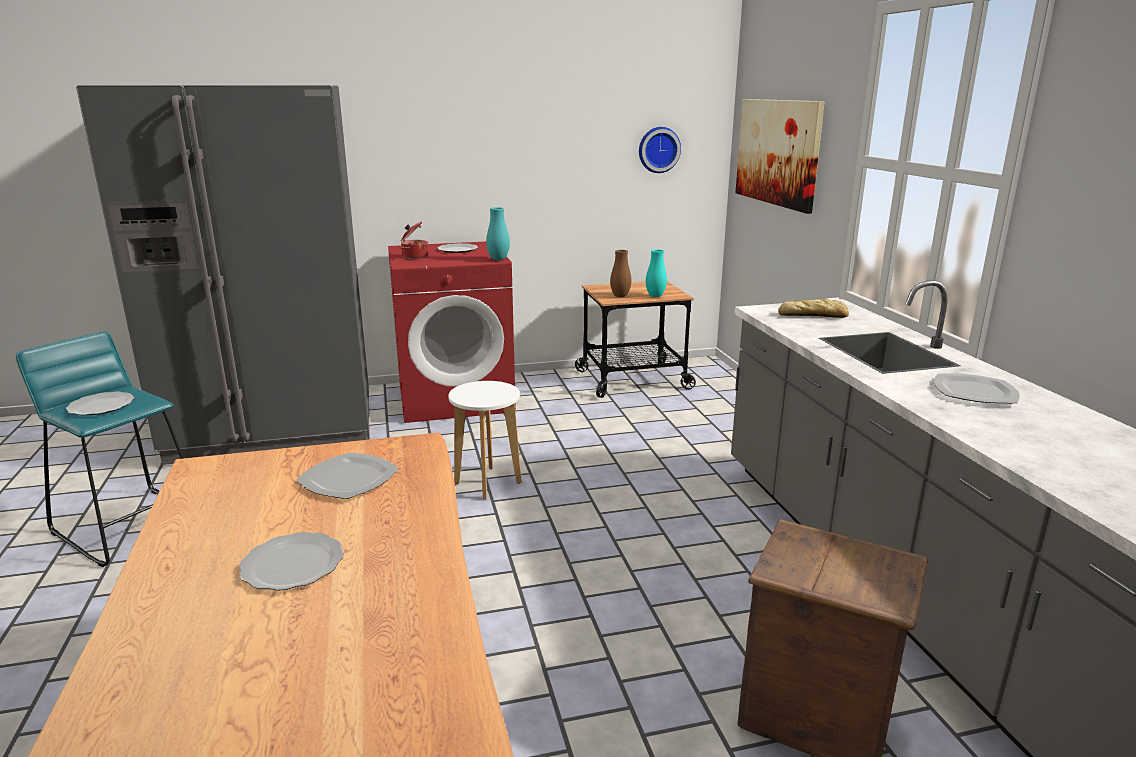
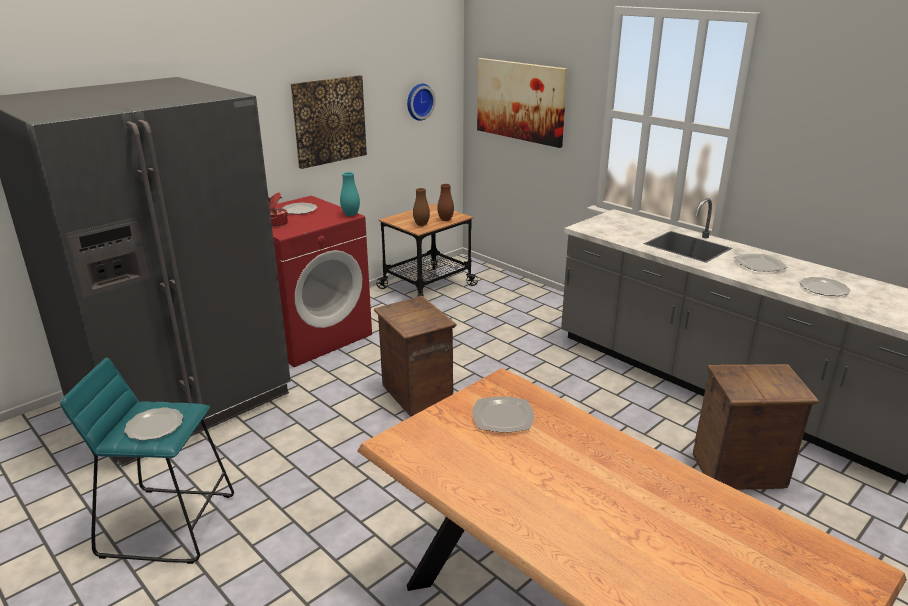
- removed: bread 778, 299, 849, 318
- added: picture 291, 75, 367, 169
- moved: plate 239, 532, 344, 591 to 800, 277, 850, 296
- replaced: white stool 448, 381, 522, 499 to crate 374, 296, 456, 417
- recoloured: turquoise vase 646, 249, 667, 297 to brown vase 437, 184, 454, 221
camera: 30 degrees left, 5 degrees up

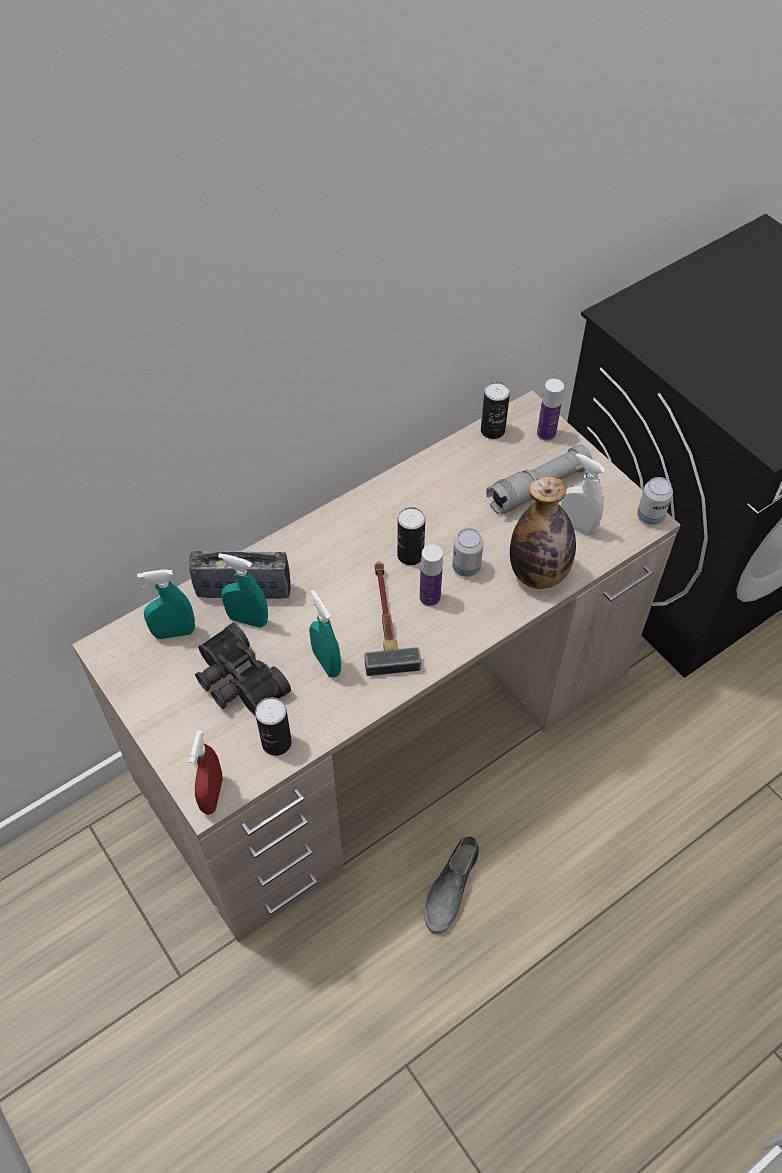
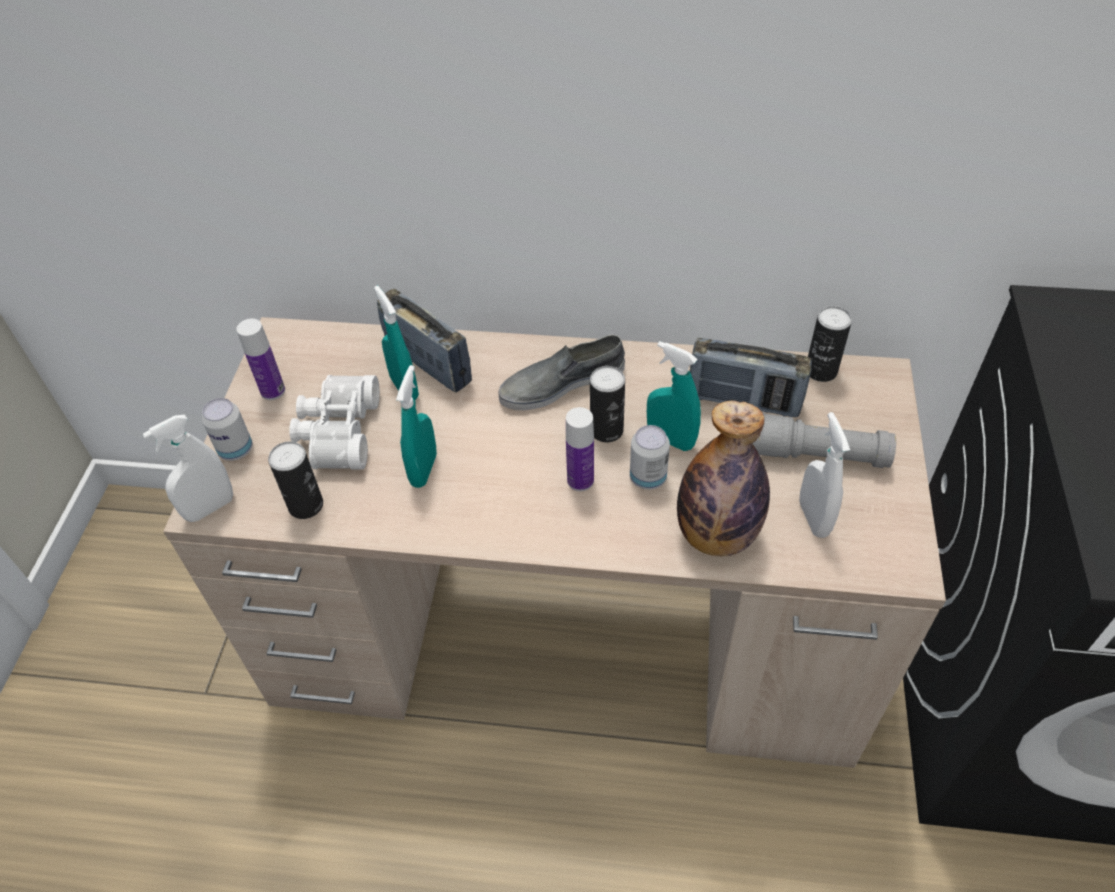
- removed: hammer 364, 561, 421, 676
- added: radio 689, 338, 812, 417
- moved: turquoise spray bottle 137, 569, 195, 639 to 647, 341, 701, 451
- moved: grey shoe 424, 836, 479, 935 to 498, 334, 625, 410
- moved: bottle 537, 379, 564, 441 to 236, 319, 285, 400
- moved: can 637, 477, 673, 525 to 202, 398, 253, 461
- recoloured: red spray bottle 189, 730, 223, 815 to white spray bottle 143, 415, 233, 522
- recoloured: black binoculars 195, 623, 291, 716 to white binoculars 289, 375, 380, 470
camera: 45 degrees right, 5 degrees down

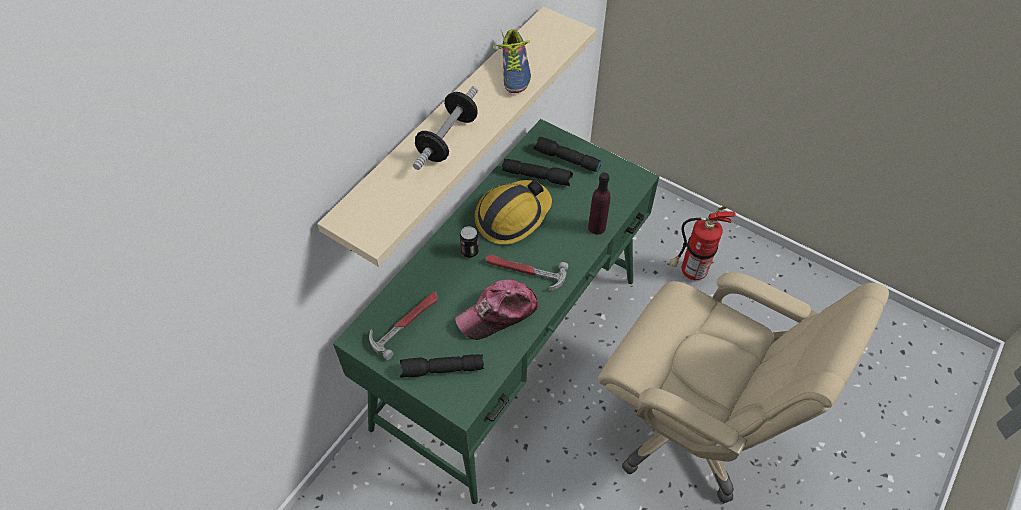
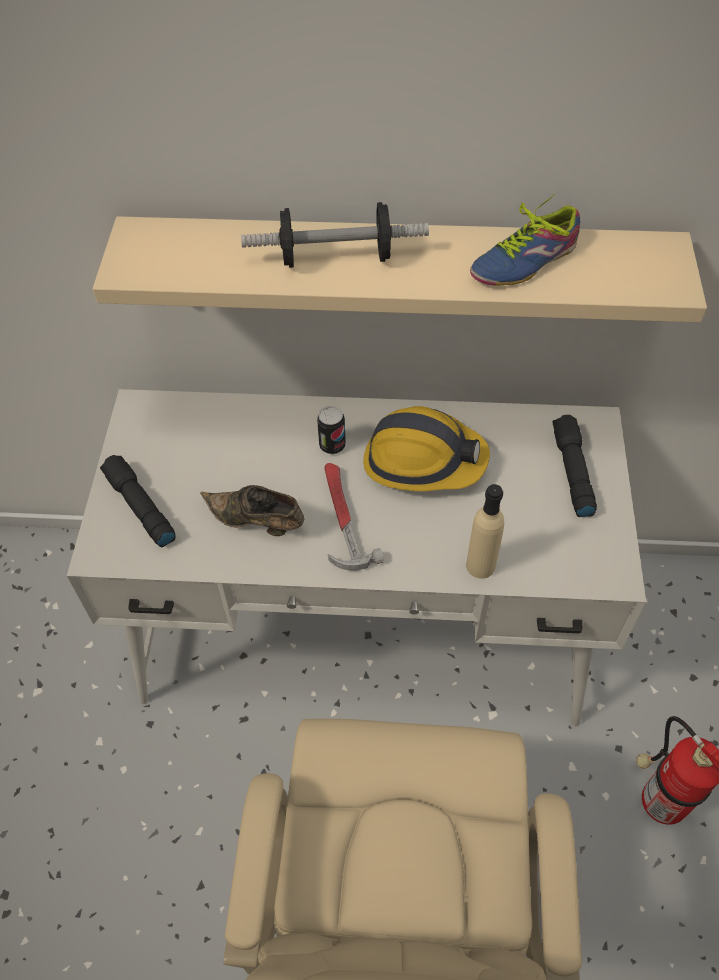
- removed: hammer 369, 292, 438, 360
- removed: black flashlight 502, 159, 573, 186
- replaced: cap 455, 280, 539, 340 to brown shoe 200, 485, 304, 536
- recoloured: green desk 333, 119, 659, 504 to white desk 67, 389, 646, 726
- recoloured: purple bottle 588, 172, 610, 235 to beige bottle 466, 484, 504, 579
camera: 60 degrees right, 0 degrees up

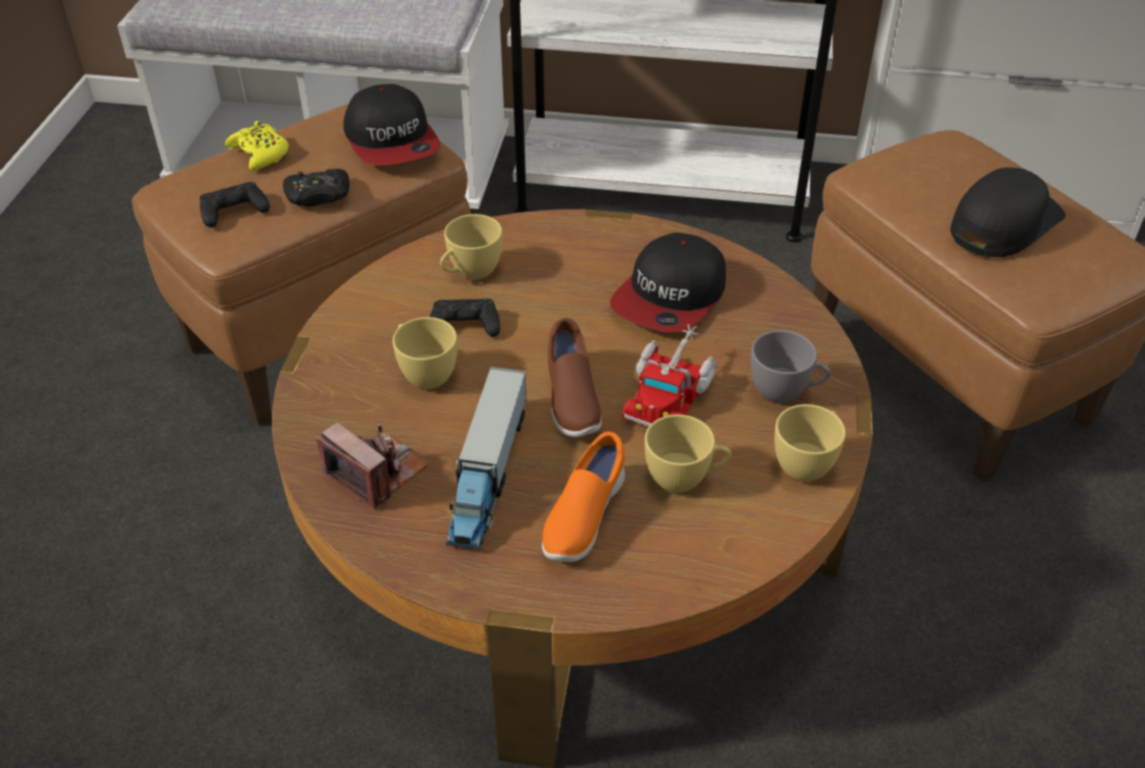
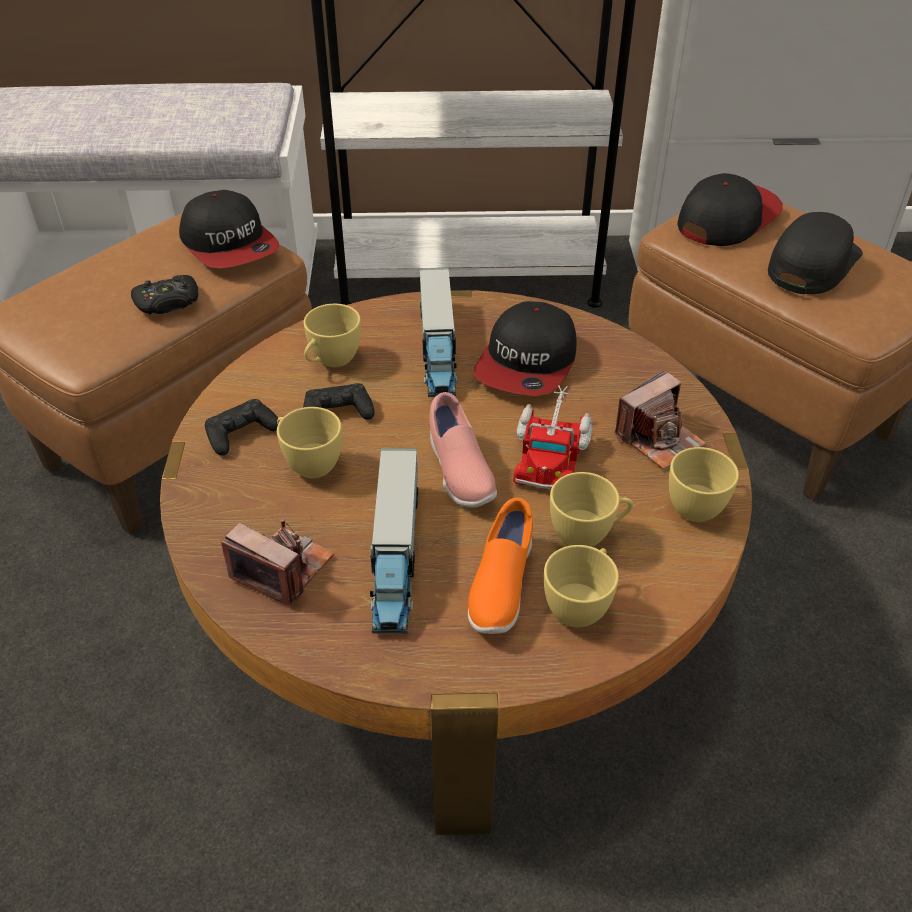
- removed: yellow game controller 225, 121, 289, 171
- added: toy truck 419, 268, 458, 397
- added: yellow cup 544, 545, 619, 628
- added: cap 677, 173, 783, 246
- moved: black game controller 200, 182, 270, 228 to 205, 399, 278, 456
- replaced: grey cup 751, 330, 831, 403 to photo camera 615, 370, 706, 469
- recoloured: brown shoe 548, 318, 602, 437 to pink shoe 429, 392, 497, 507
camera: 10 degrees left, 0 degrees up

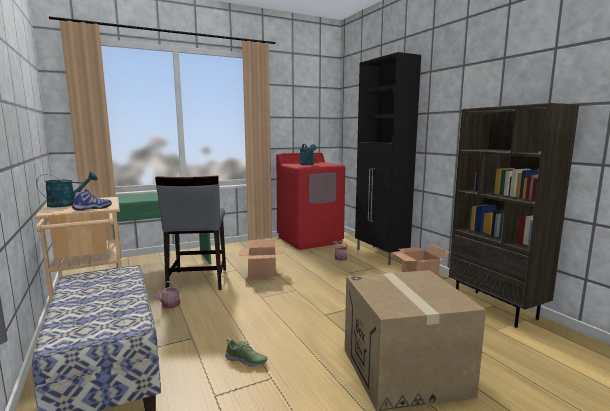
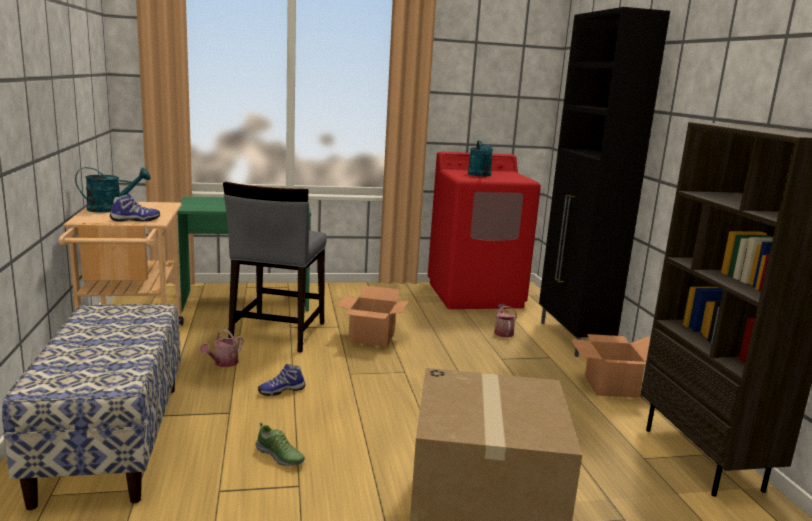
- added: shoe 258, 364, 305, 396
camera: 15 degrees right, 5 degrees up

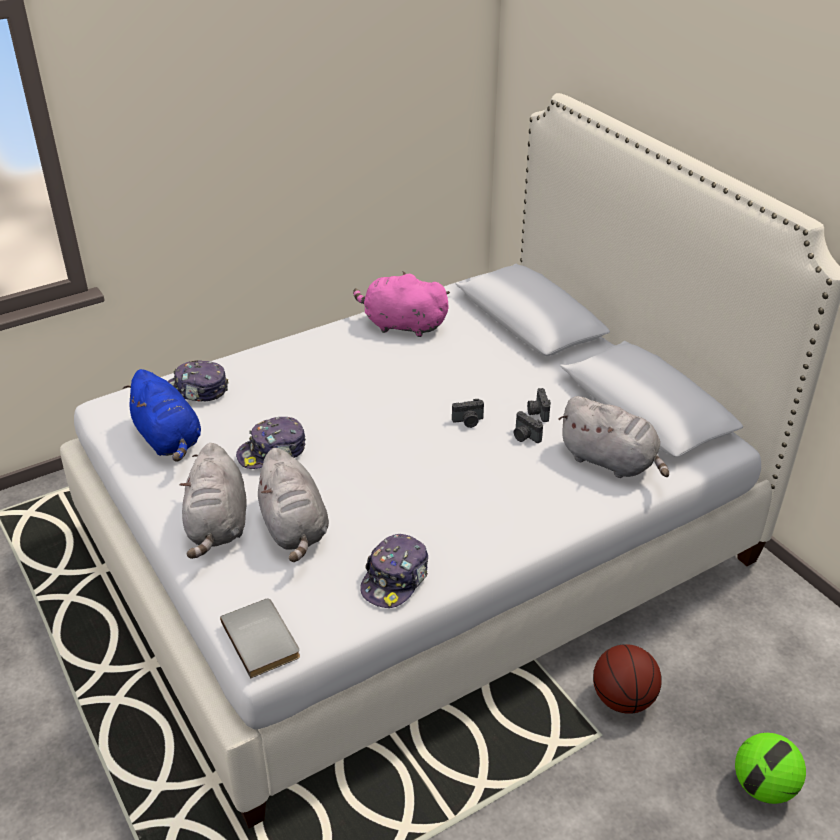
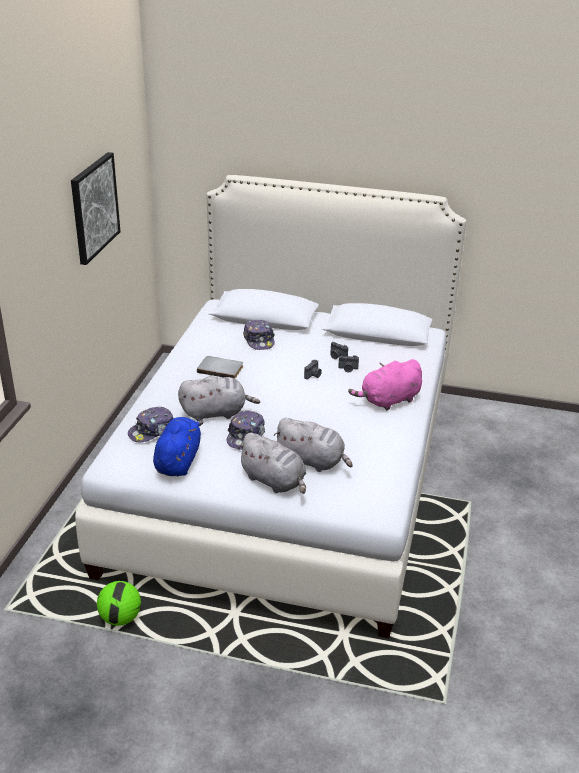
- removed: basketball 593, 644, 662, 714
- added: picture 71, 152, 121, 265
- moved: grey book 220, 598, 300, 678 to 197, 356, 243, 379
- moved: pink plush toy 353, 272, 450, 337 to 348, 359, 422, 410
- moved: cap 360, 534, 428, 608 to 243, 320, 275, 350
- moved: grey plush toy 558, 396, 669, 478 to 178, 376, 260, 421
- moved: football 735, 733, 806, 804 to 97, 581, 141, 626
- turned: blue plush toy 123, 369, 201, 462 = 153, 417, 204, 476 90 degrees counterclockwise
camera: 45 degrees left, 5 degrees down

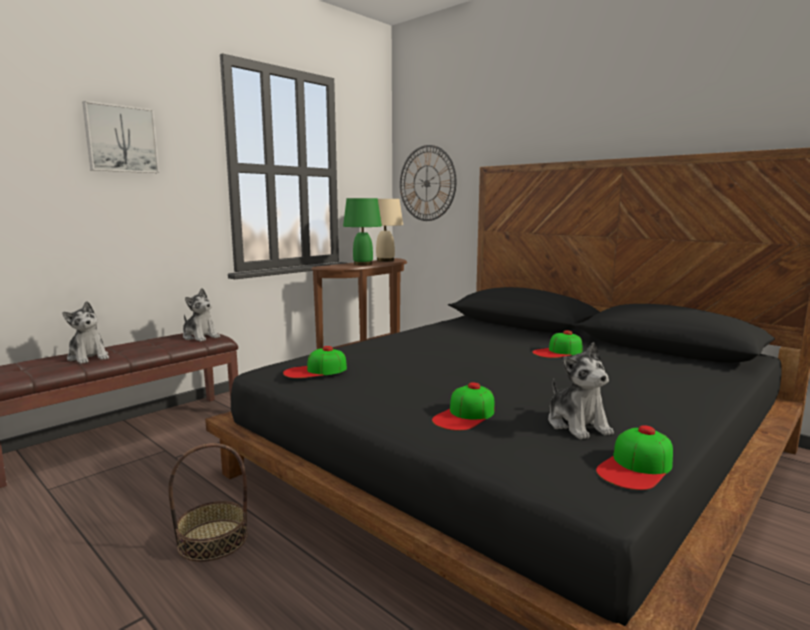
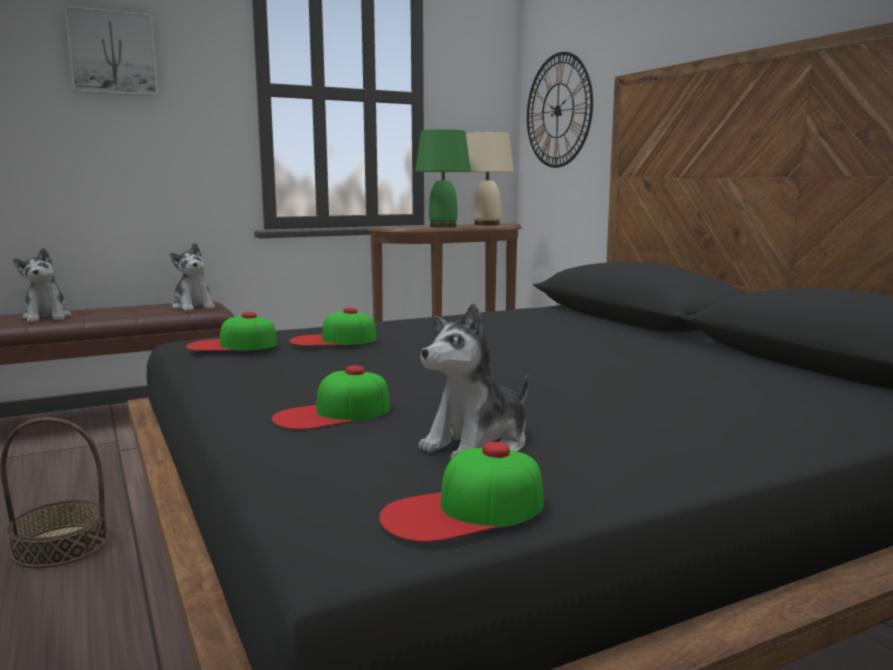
- moved: cap 532, 330, 583, 358 to 289, 307, 376, 346
- turned: plush toy 548, 342, 614, 440 = 418, 303, 529, 459 45 degrees clockwise
camera: 20 degrees right, 0 degrees up

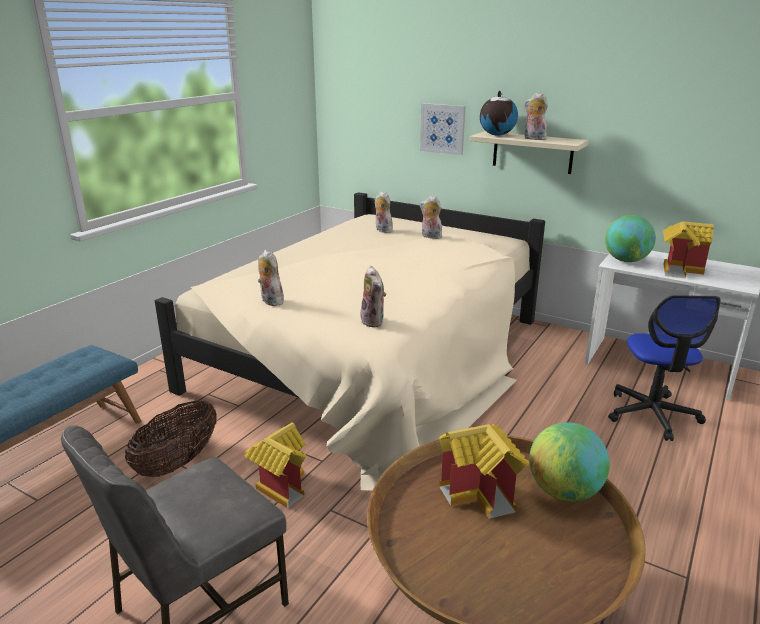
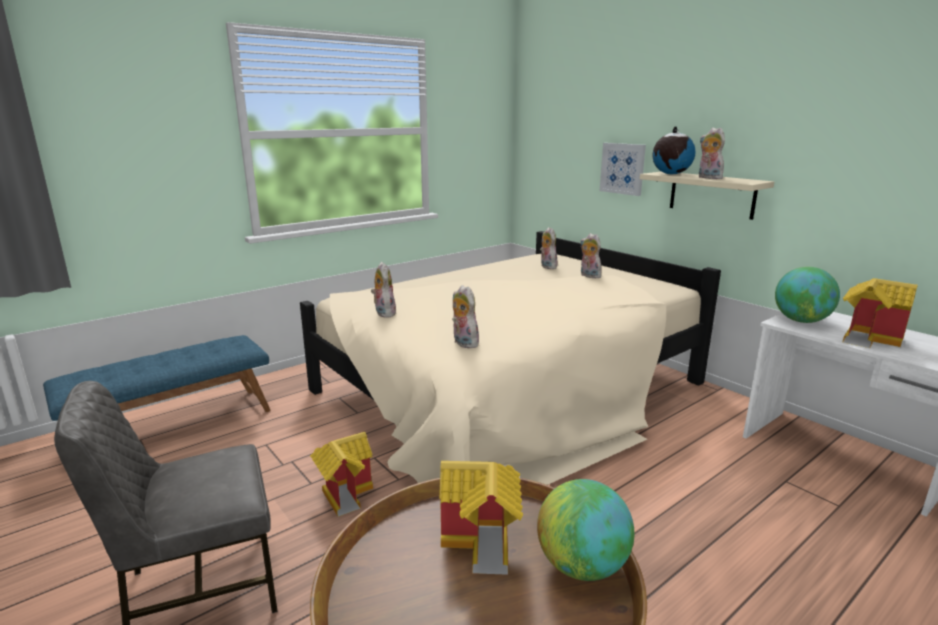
- removed: basket 125, 400, 217, 477
- removed: office chair 608, 295, 721, 441
- turned: plush toy 360, 266, 386, 327 = 452, 285, 479, 348 150 degrees clockwise
camera: 20 degrees right, 5 degrees down

